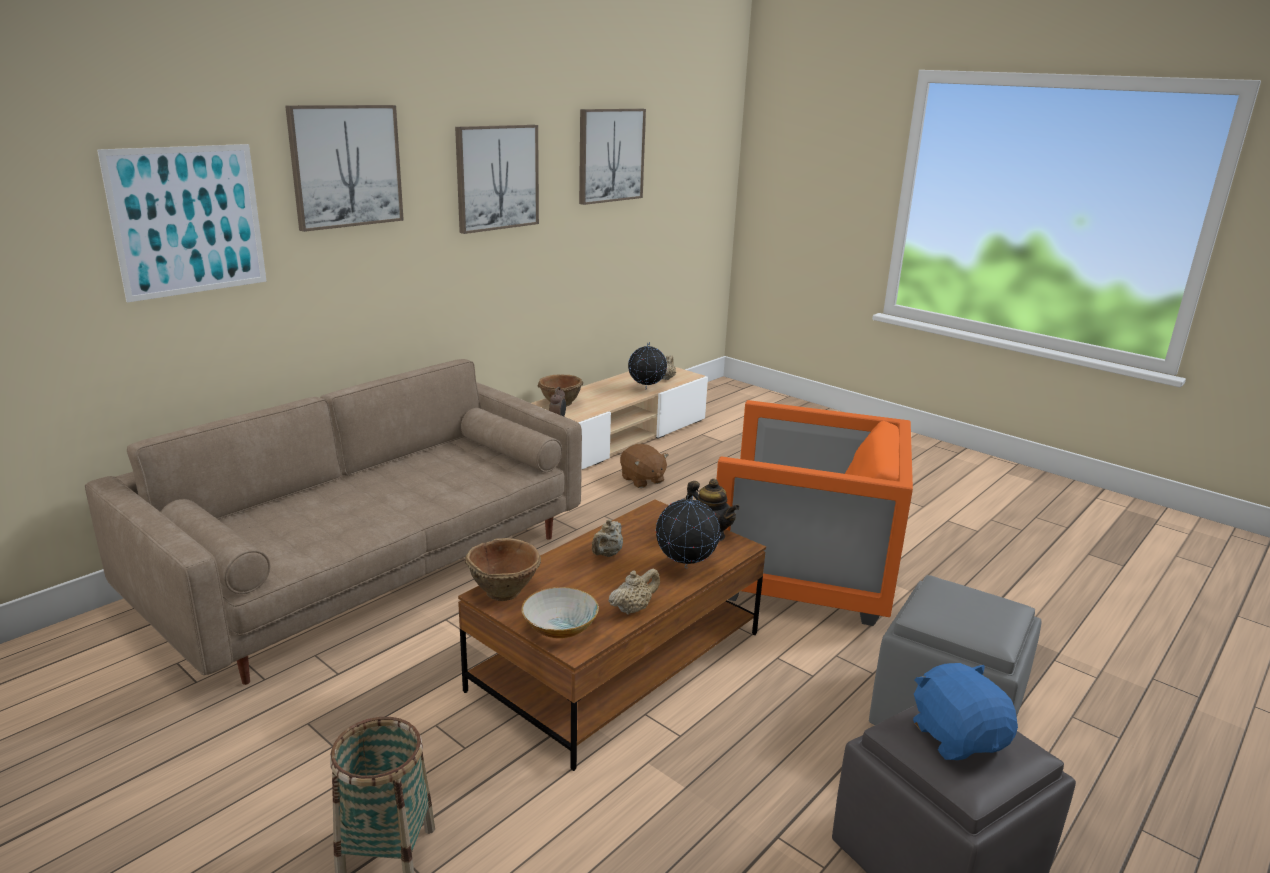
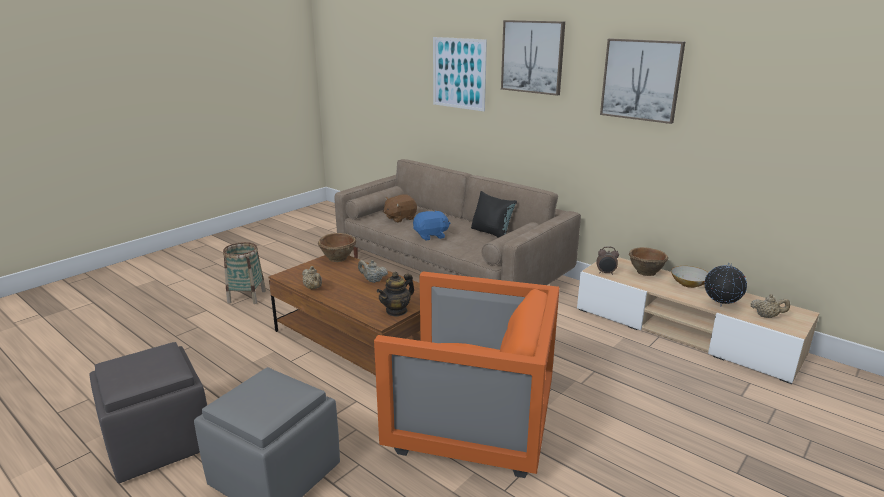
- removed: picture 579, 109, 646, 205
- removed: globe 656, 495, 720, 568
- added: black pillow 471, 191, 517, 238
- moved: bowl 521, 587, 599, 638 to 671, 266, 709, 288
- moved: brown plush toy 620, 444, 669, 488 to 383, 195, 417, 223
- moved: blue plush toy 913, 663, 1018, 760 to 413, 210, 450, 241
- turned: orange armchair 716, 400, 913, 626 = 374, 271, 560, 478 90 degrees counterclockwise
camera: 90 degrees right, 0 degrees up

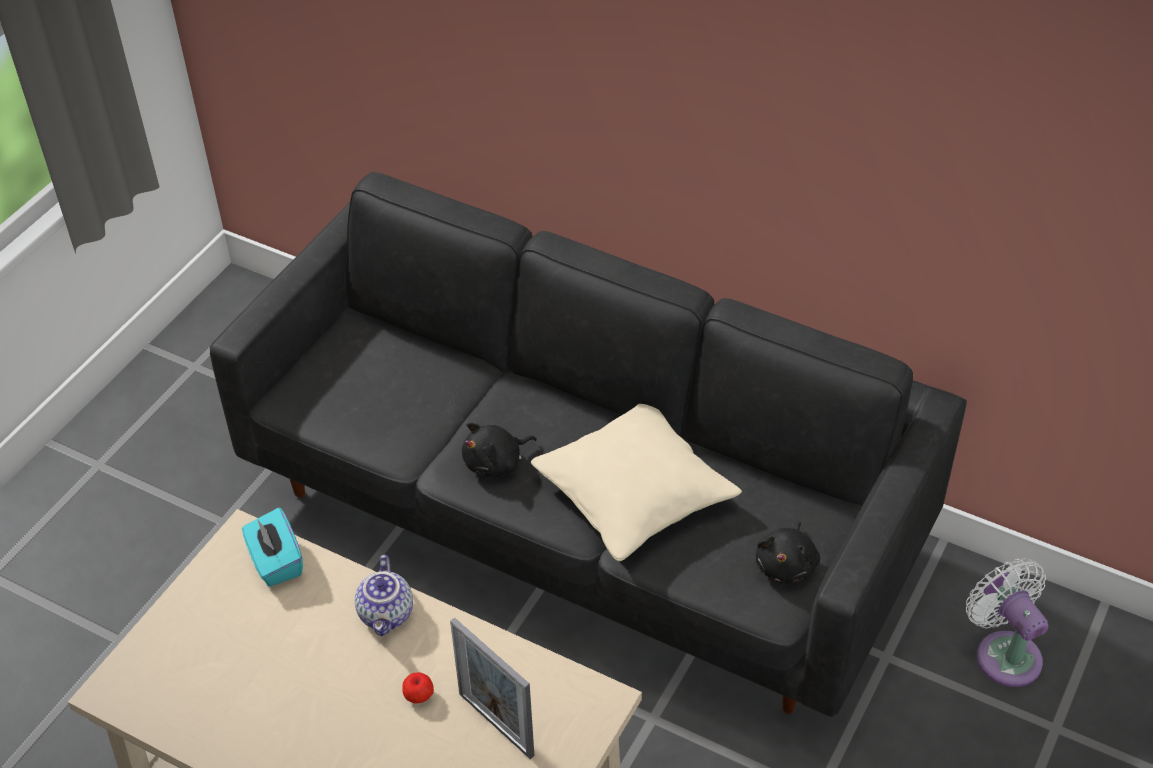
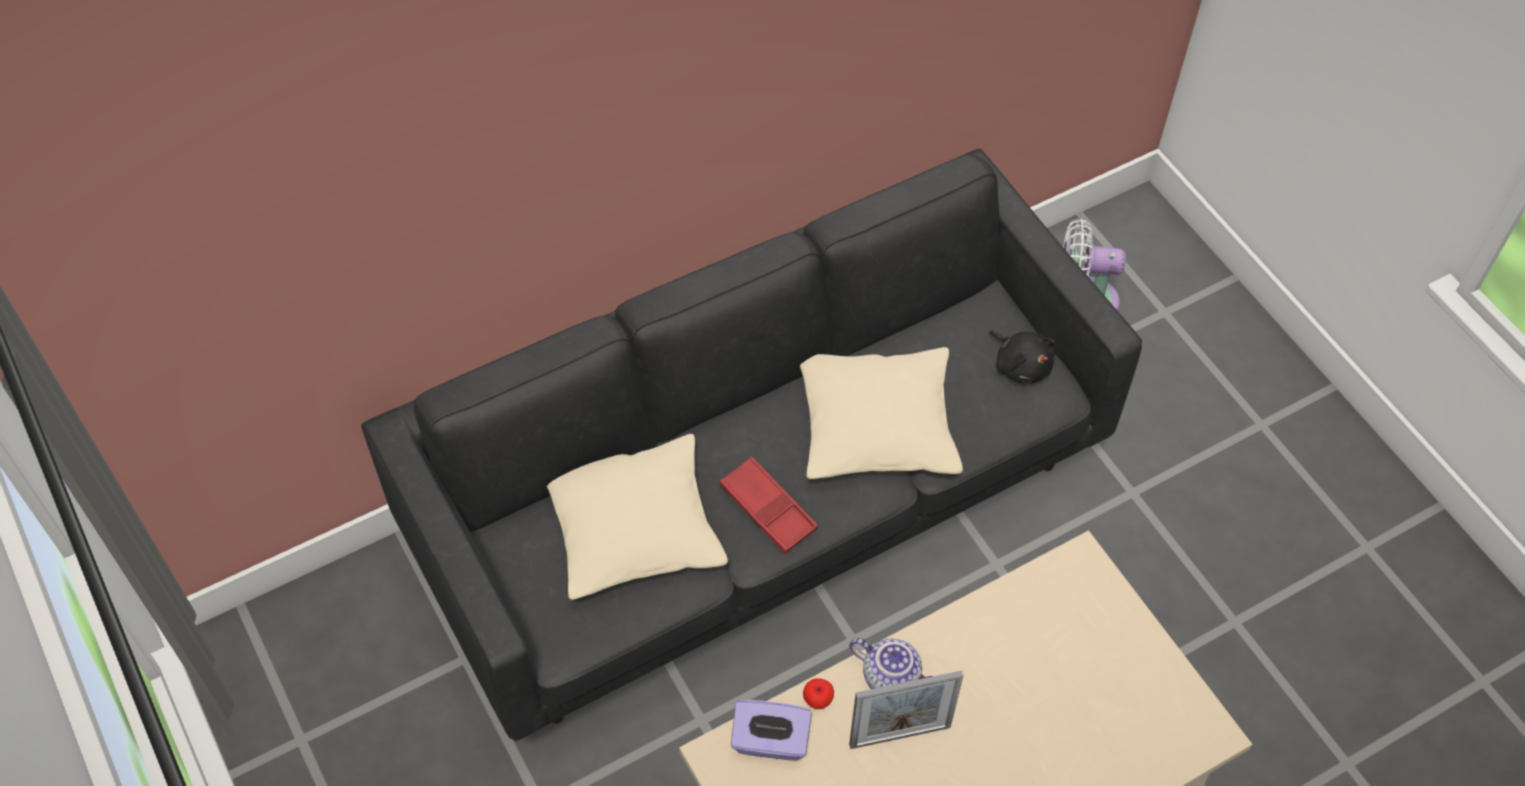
- added: beige pillow 547, 434, 728, 600
- moved: apple 402, 672, 434, 704 to 803, 679, 834, 709
- moved: picture frame 450, 617, 535, 759 to 849, 671, 963, 749
- replaced: black plush toy 462, 423, 537, 477 to red tray 719, 457, 818, 554
- recoloured: turquoise tissue box 242, 507, 303, 586 to purple tissue box 731, 700, 812, 761
camera: 60 degrees left, 10 degrees up

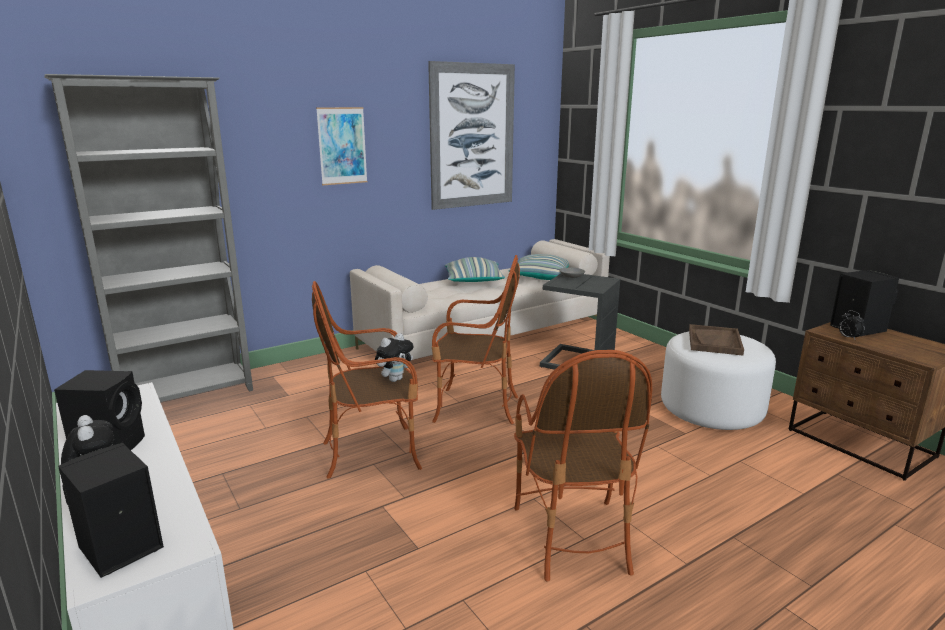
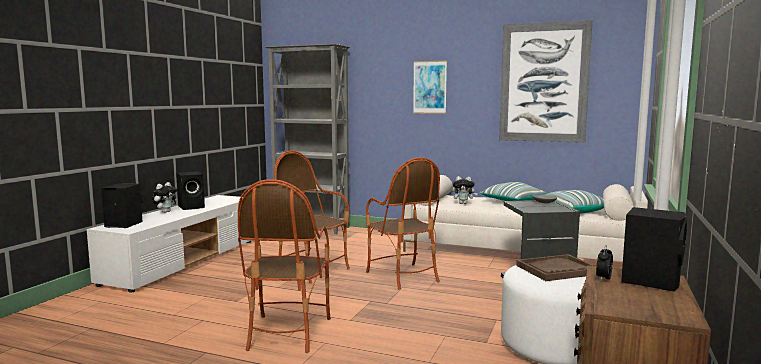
- moved: plush toy 375, 333, 414, 382 to 452, 176, 478, 204
- turned: armchair 514, 350, 652, 582 = 238, 179, 331, 353 45 degrees counterclockwise
camera: 55 degrees right, 10 degrees down

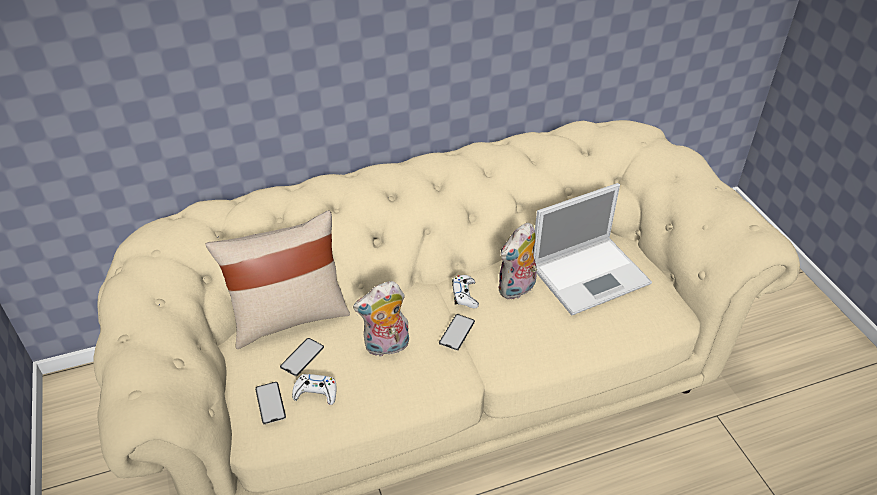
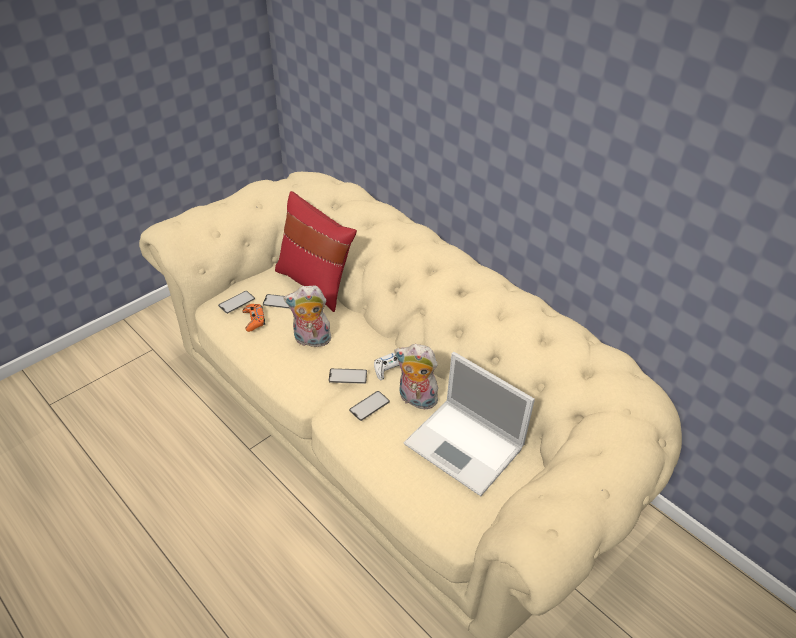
- added: phone 349, 391, 390, 421
- recoloured: beige pillow 205, 210, 350, 349 to red pillow 275, 191, 357, 312
- recoloured: white game controller 292, 374, 336, 405 to orange game controller 242, 304, 265, 332
- turned: plush toy 353, 281, 409, 357 = 284, 285, 331, 350 45 degrees counterclockwise
camera: 65 degrees right, 0 degrees up

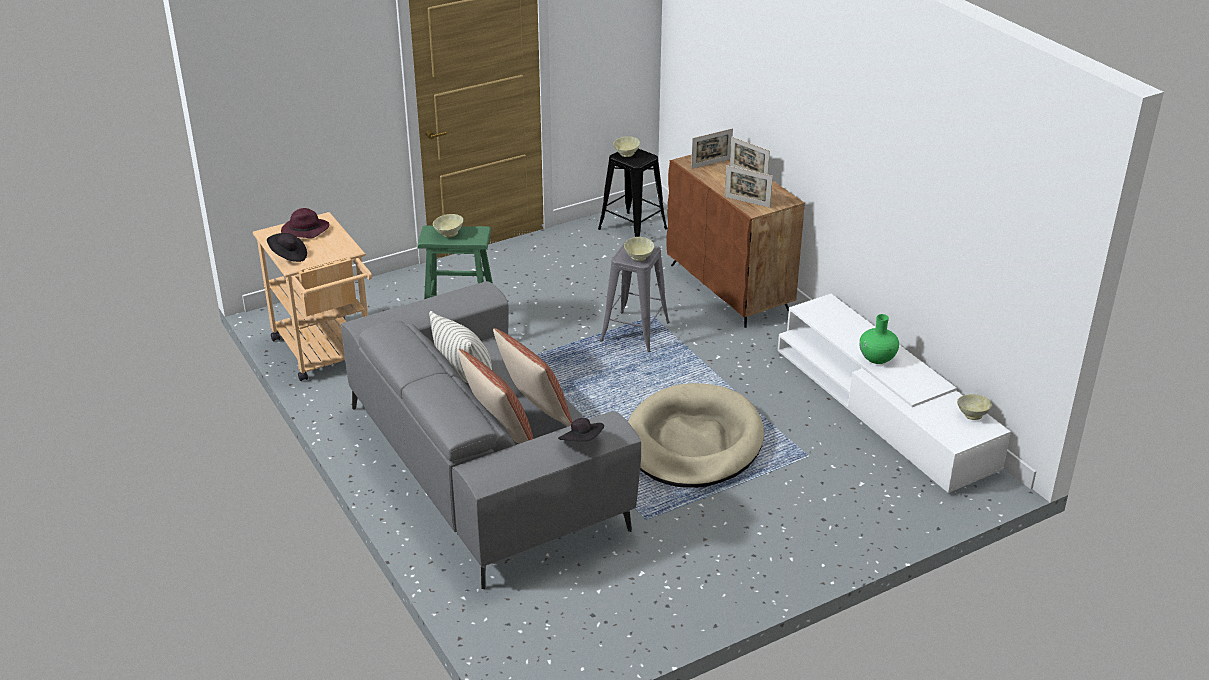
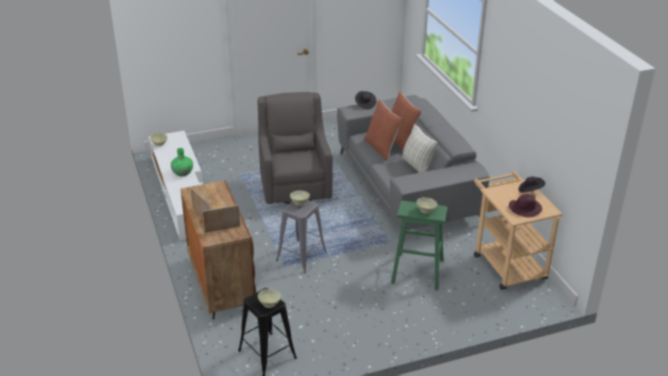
- removed: picture frame 725, 165, 773, 208
- replaced: beige dog bed 628, 383, 764, 488 to grey armchair 257, 92, 333, 204
camera: 170 degrees left, 0 degrees up

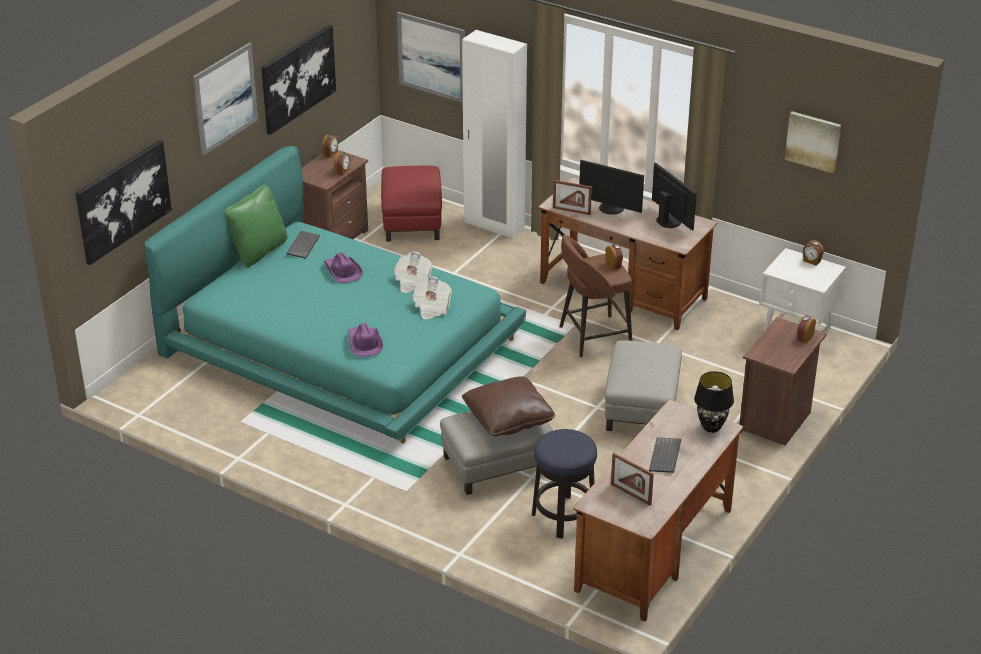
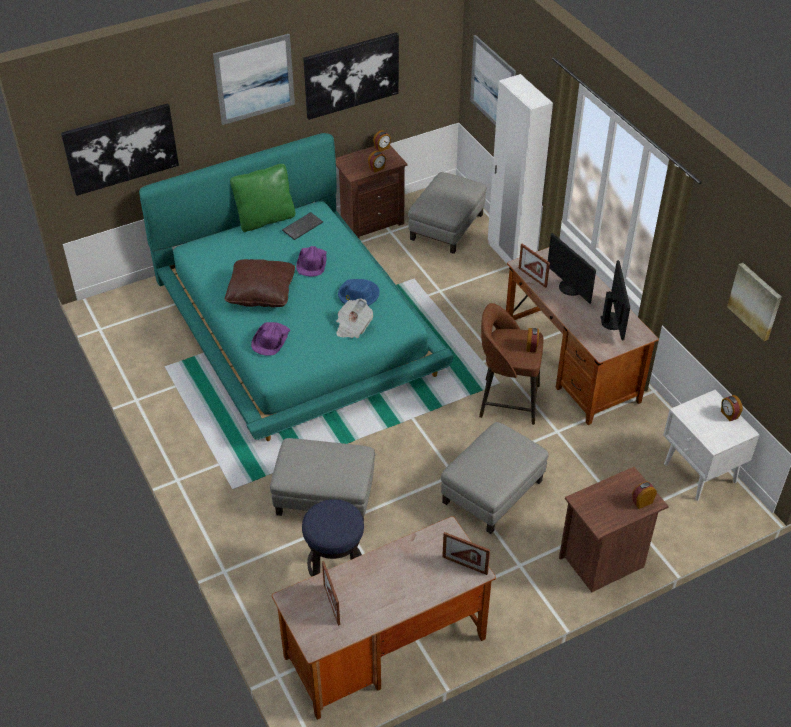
- removed: keyboard 649, 437, 681, 473
- moved: brown pillow 462, 376, 555, 436 to 225, 259, 295, 307
- replaced: newspaper 394, 252, 433, 293 to blue hat 338, 279, 380, 306
- replaced: black table lamp 694, 371, 734, 433 to picture frame 442, 532, 490, 575
- recoloured: red ottoman 381, 166, 442, 242 to grey ottoman 408, 172, 487, 254
camera: 30 degrees right, 10 degrees up

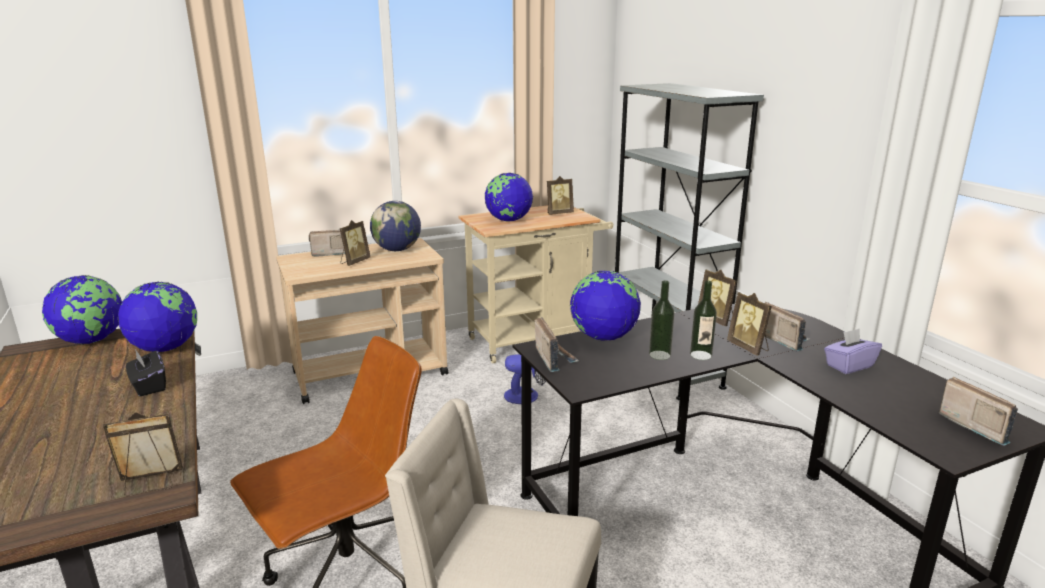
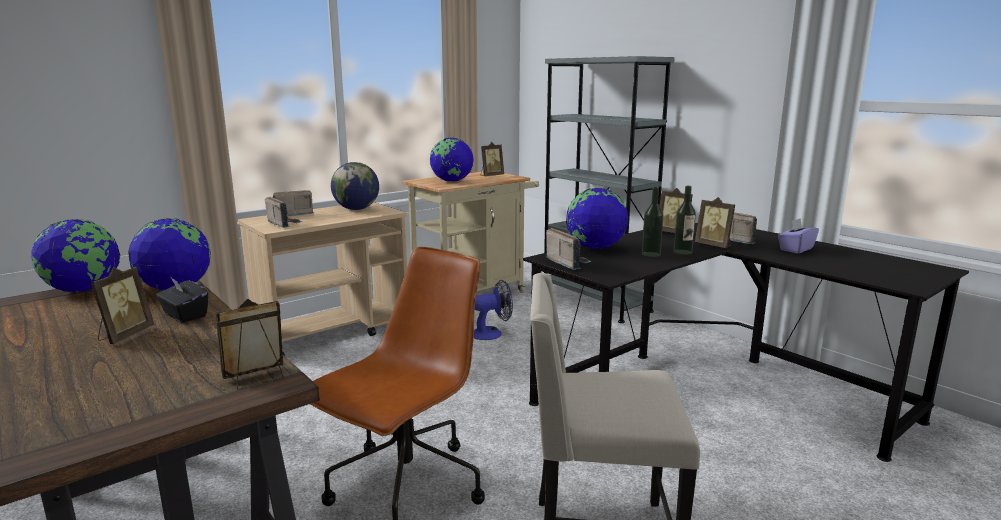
- moved: picture frame 340, 220, 370, 266 to 91, 267, 154, 344
- moved: radio 939, 377, 1018, 446 to 265, 197, 302, 228
camera: 15 degrees left, 5 degrees down

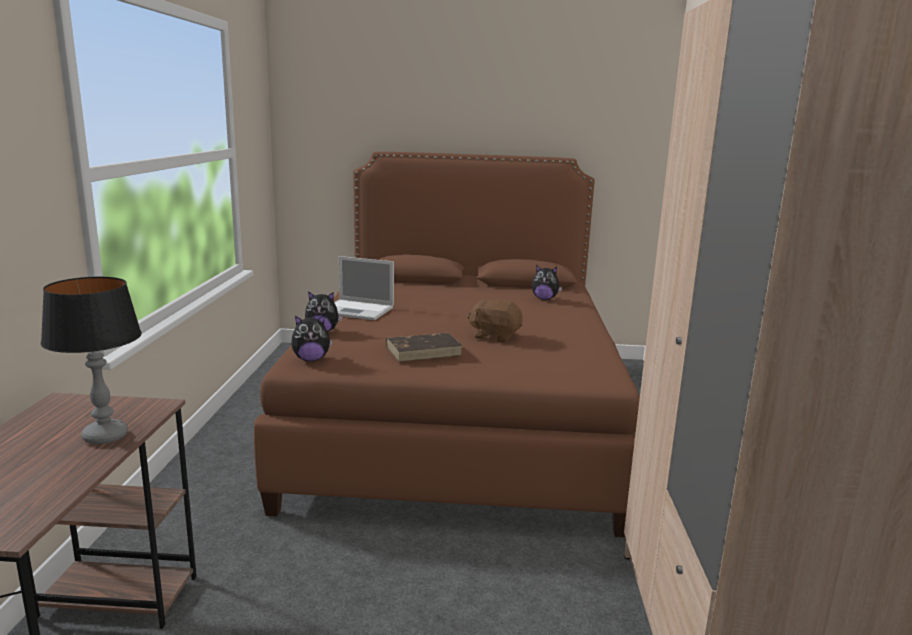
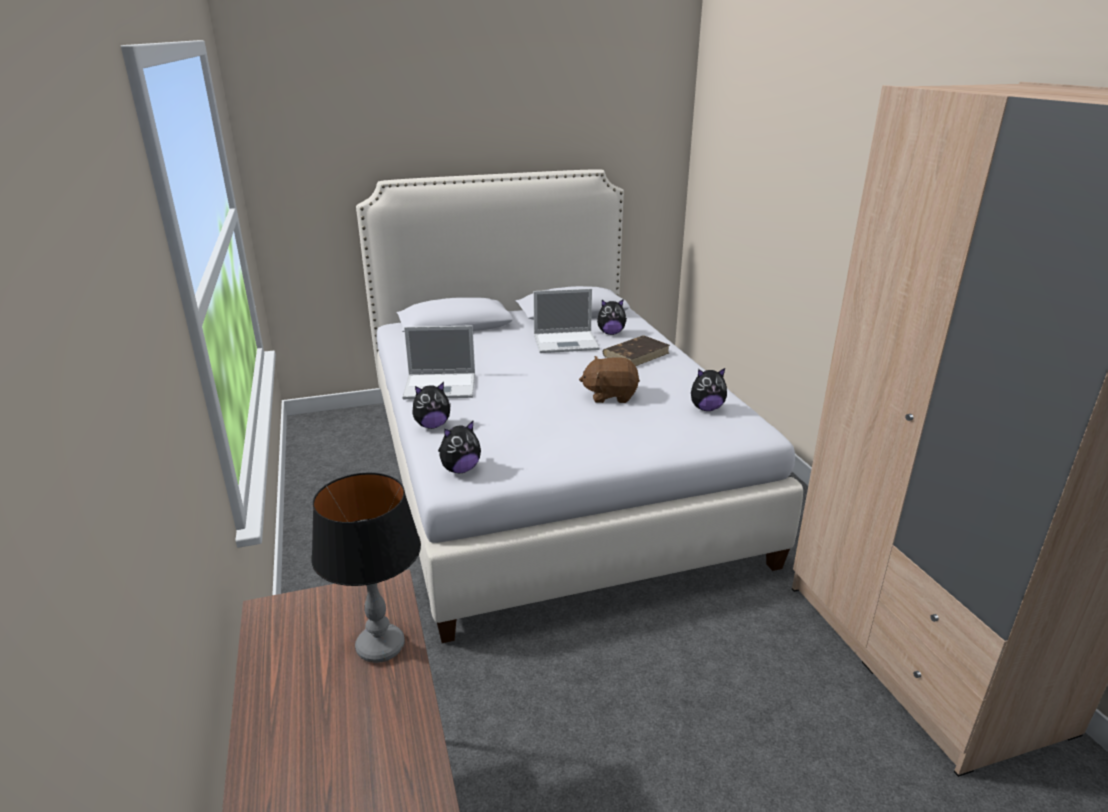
- added: laptop 533, 288, 600, 353
- added: plush toy 691, 368, 727, 411
- moved: brown book 386, 333, 463, 362 to 603, 335, 670, 366
- recoloured: brown bed 254, 152, 640, 538 to white bed 356, 169, 803, 643
camera: 20 degrees left, 10 degrees up

